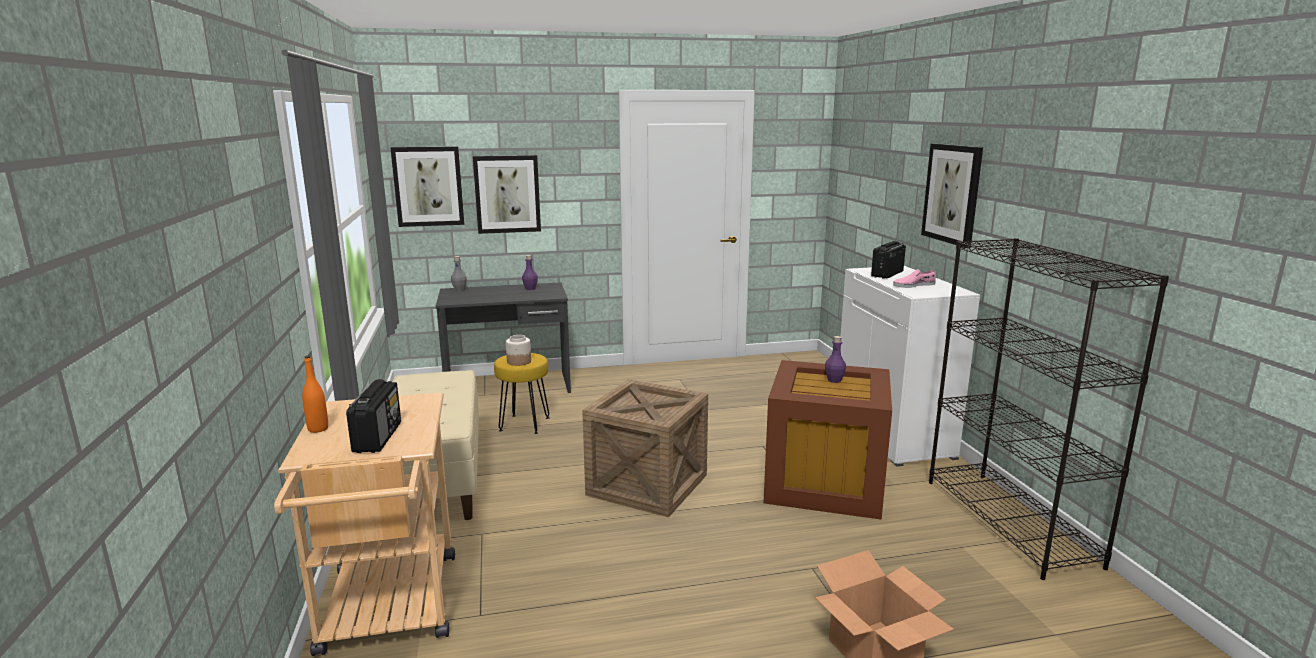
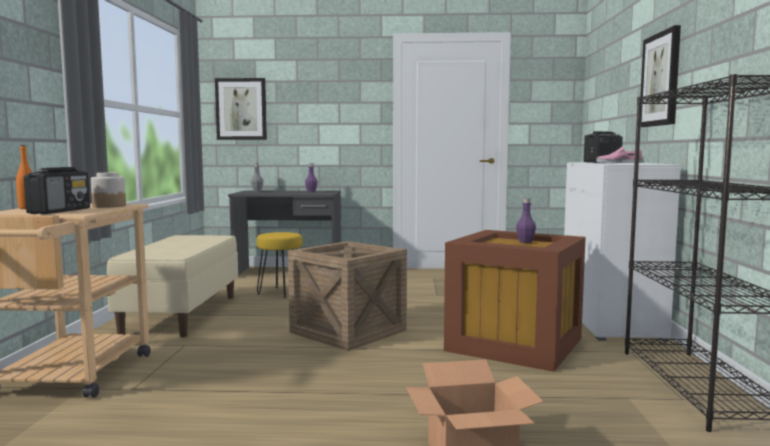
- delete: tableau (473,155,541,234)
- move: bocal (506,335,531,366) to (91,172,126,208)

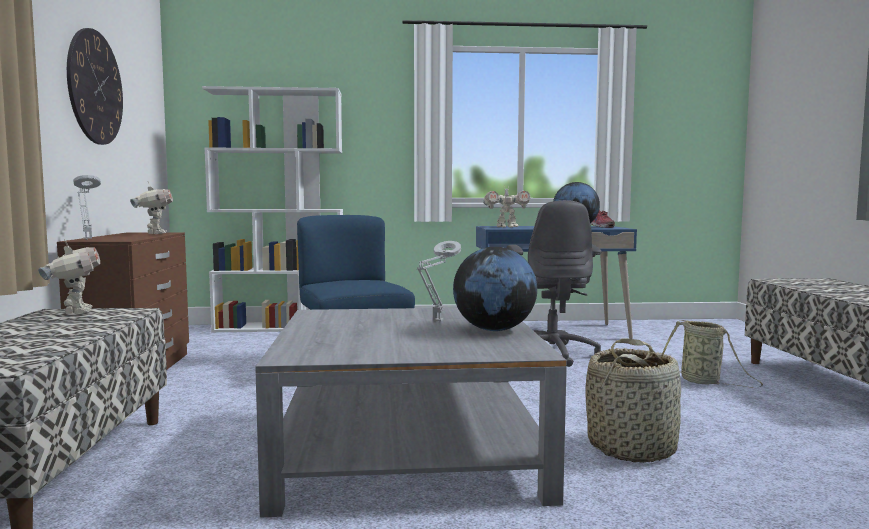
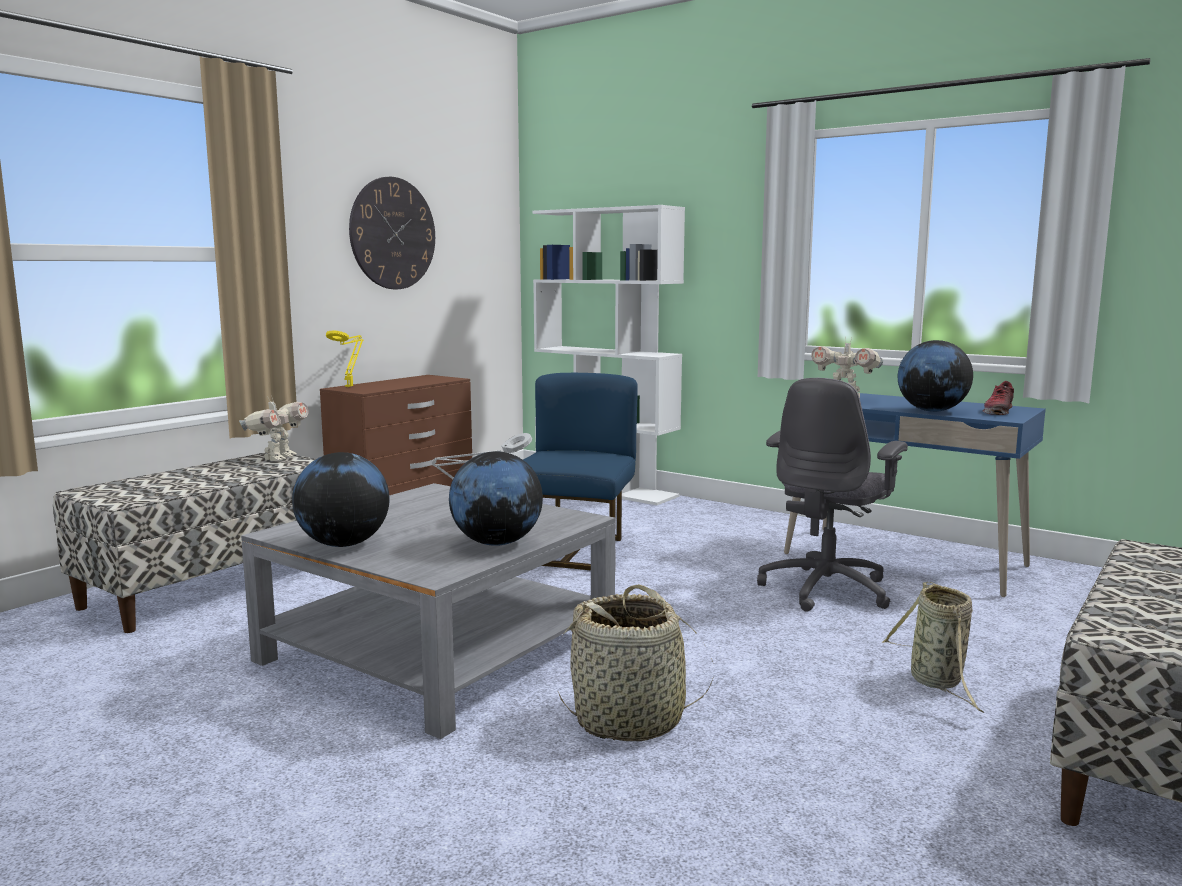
- delete: robot jouet (130,181,173,234)
- insert: globe (292,452,389,547)
- recolor: lampe de table/gris (73,175,101,240) to lampe de table/jaune (326,330,364,387)

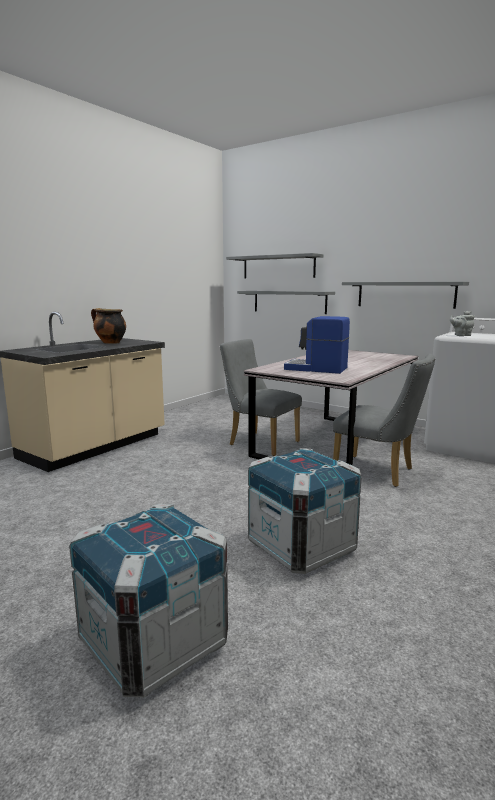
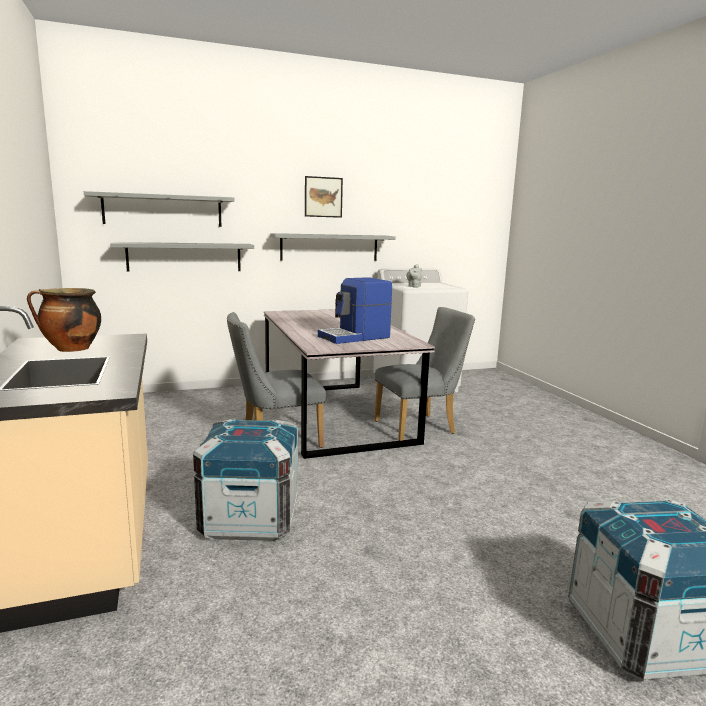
- insert: tableau (305,176,343,218)
- move: caisse (248,448,361,574) to (193,419,298,541)

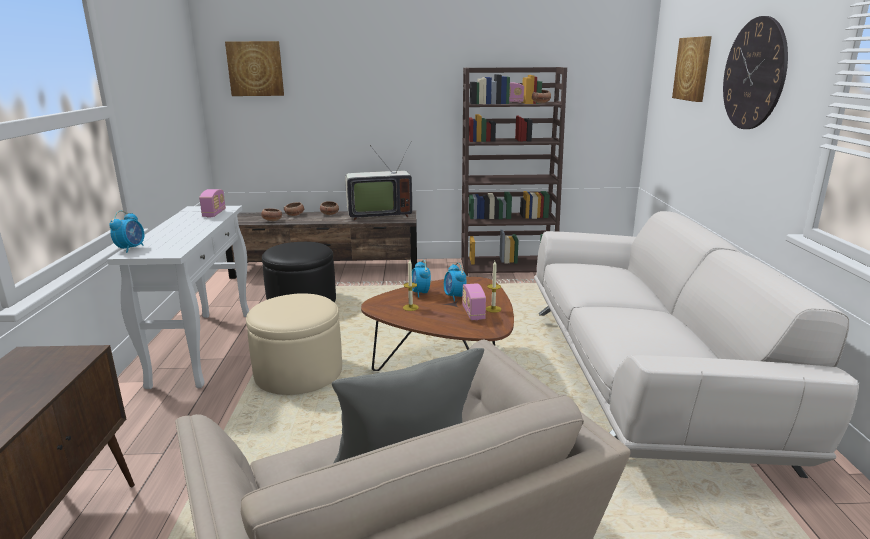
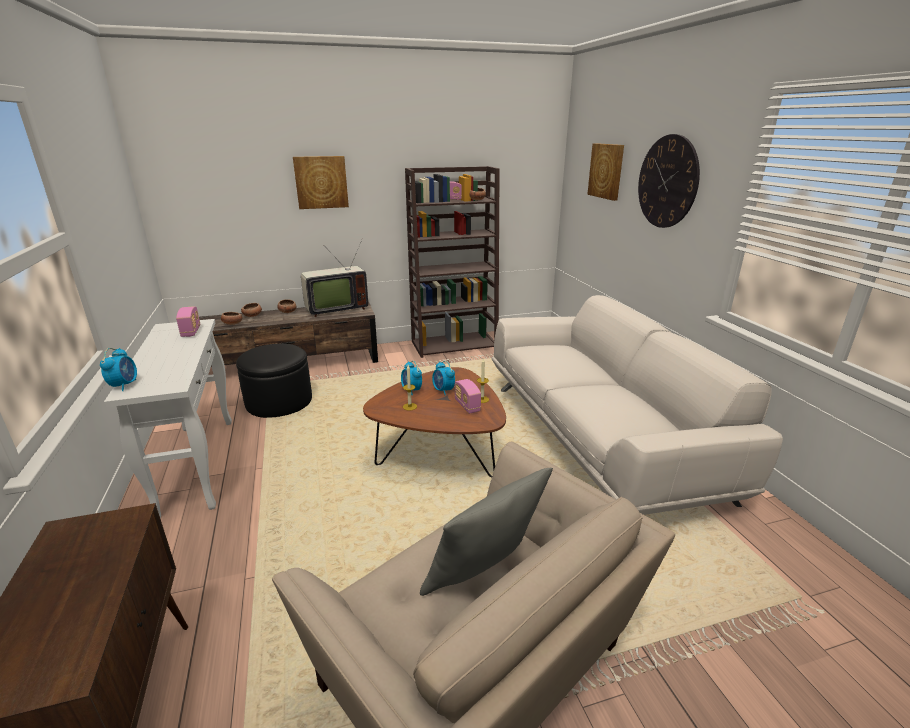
- delete: pouf/beige (246,293,342,395)
- move: tableau (225,41,284,96) to (293,156,349,209)

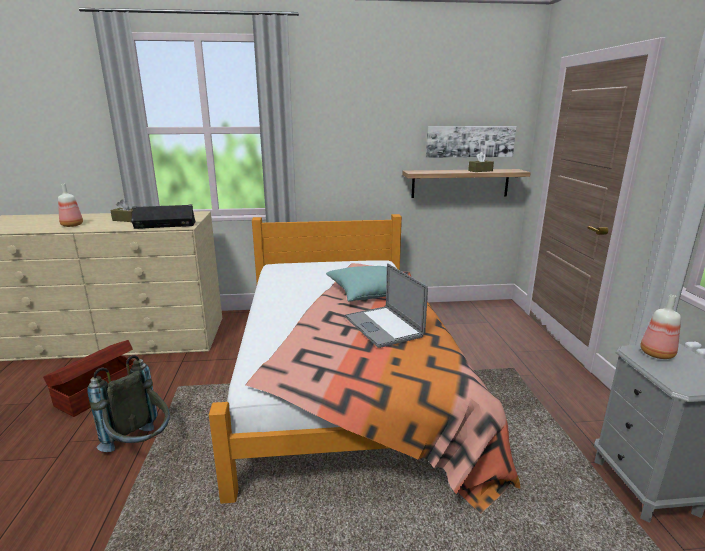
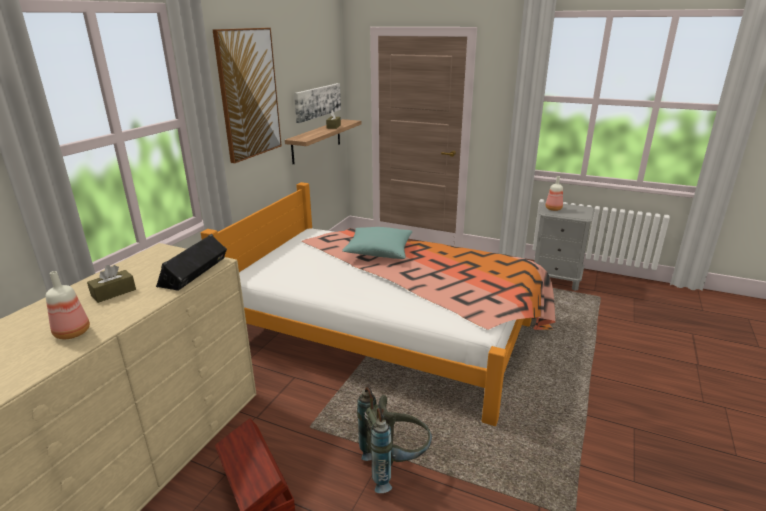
- delete: ordinateur portable (345,263,428,348)
- insert: tableau (213,28,282,164)

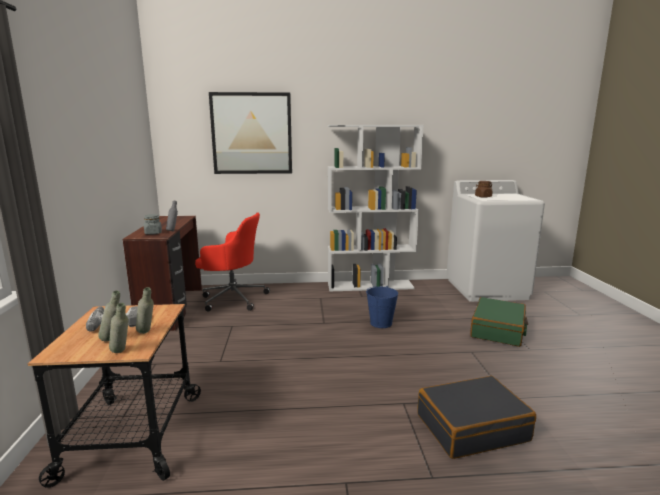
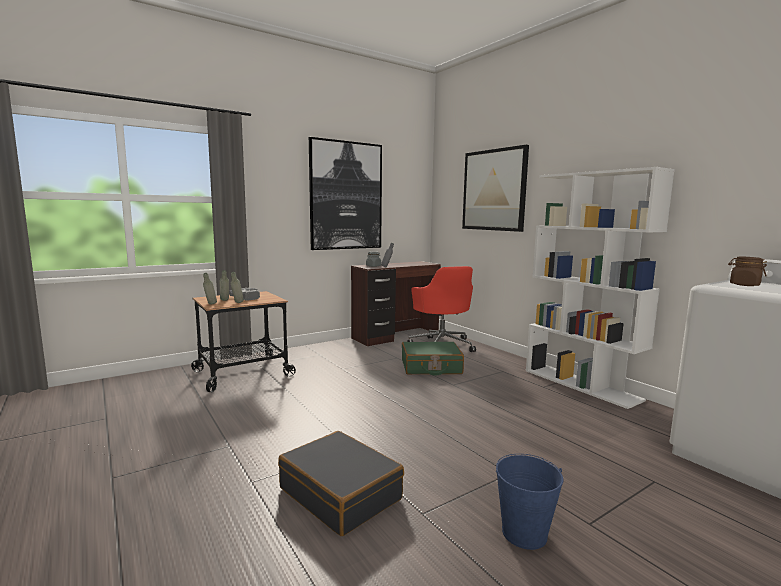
- insert: tableau (309,137,382,250)
- move: seau/bleu (366,286,398,328) to (496,454,564,550)
- move: valise/vert (470,297,528,347) to (402,342,464,375)

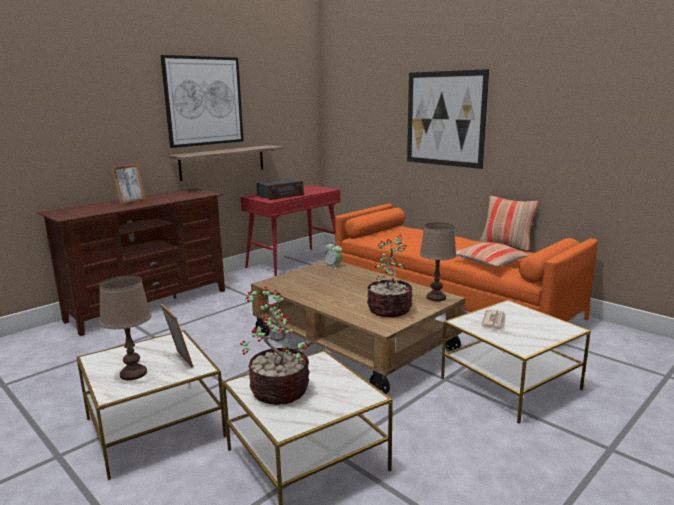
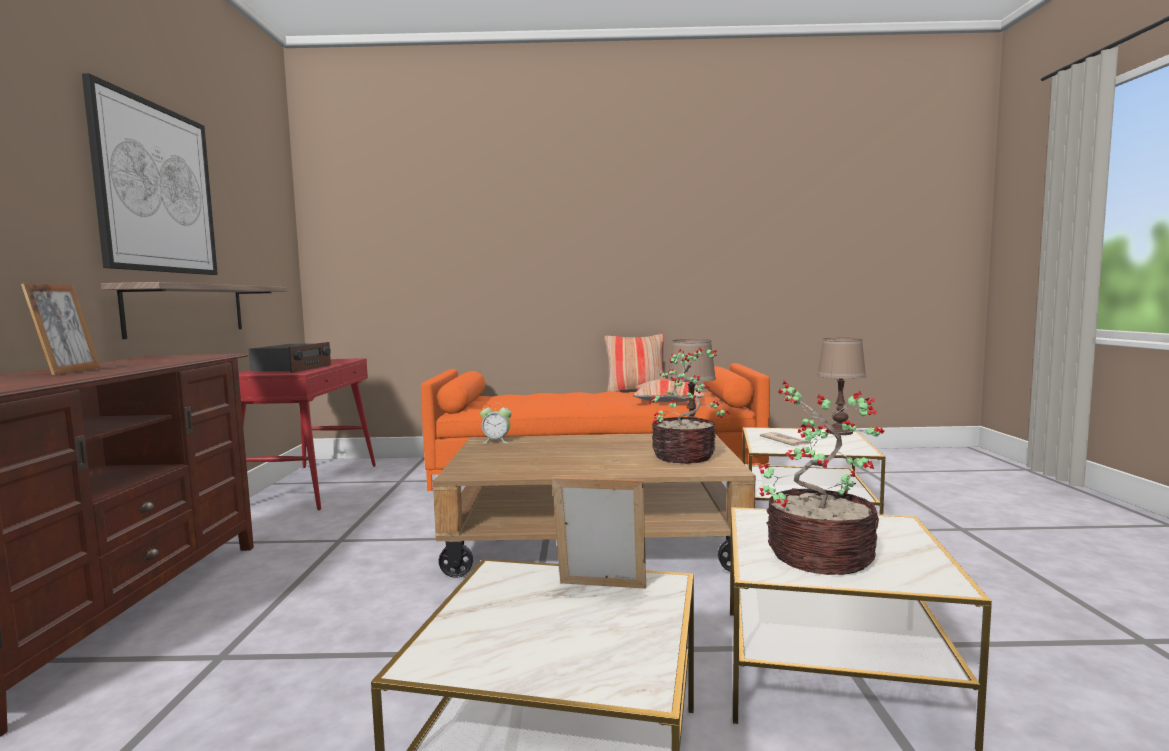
- delete: tableau (407,69,489,169)
- move: lampe de table/marron (99,275,151,380) to (817,338,866,435)

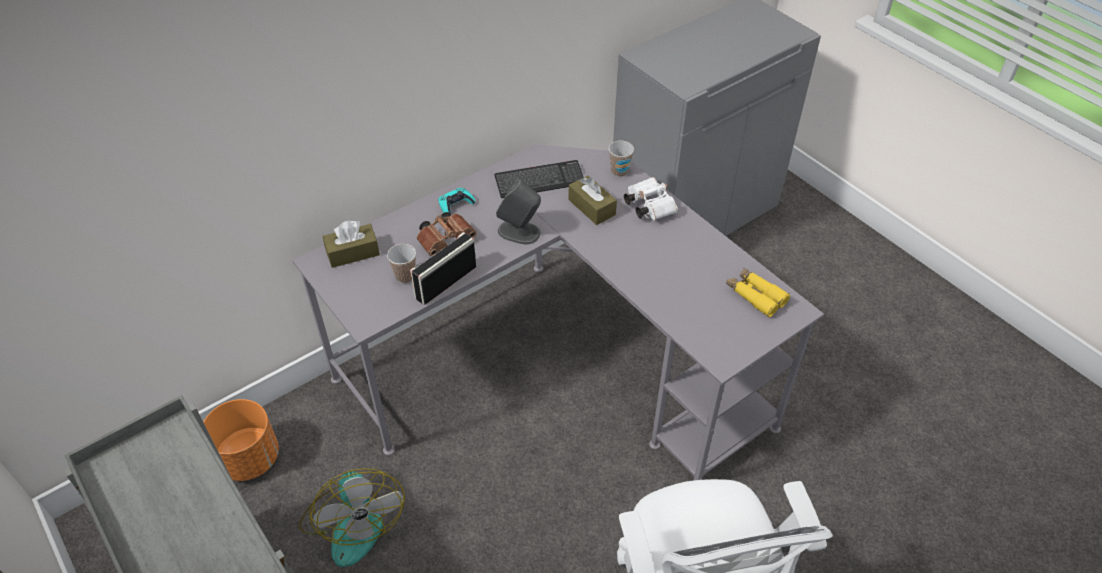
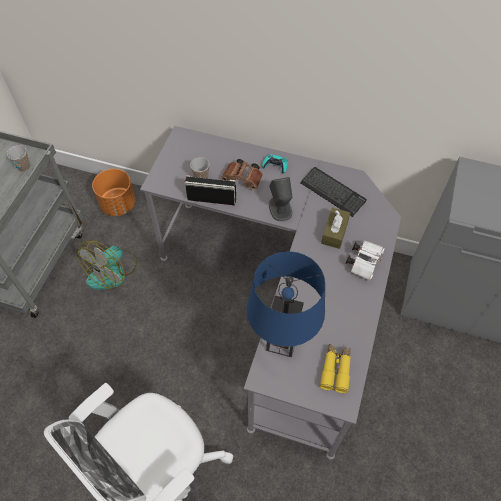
- delete: boîte à mouchoirs/marron (323,221,380,268)
- insert: lampe de table/bleu (247,251,325,357)
- move: tasse (608,141,634,177) to (7,145,30,172)

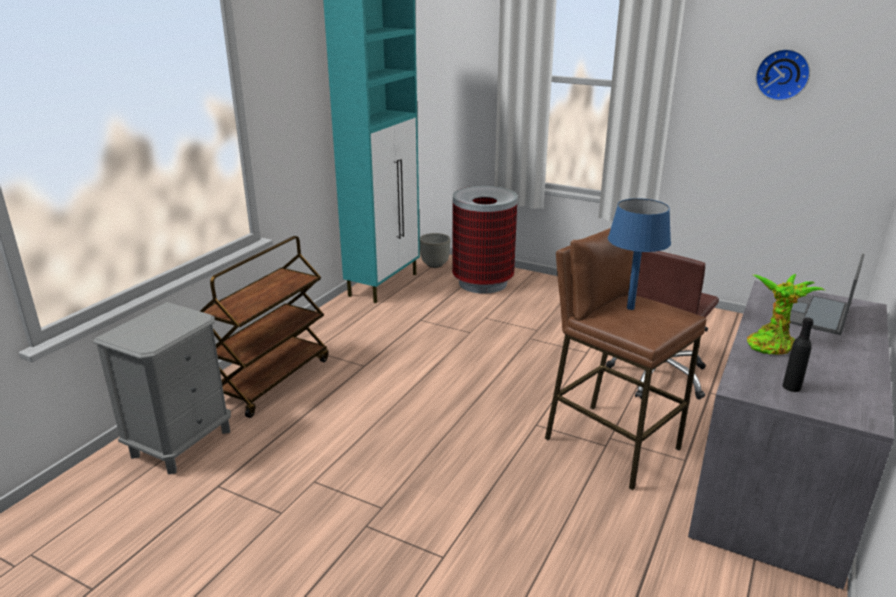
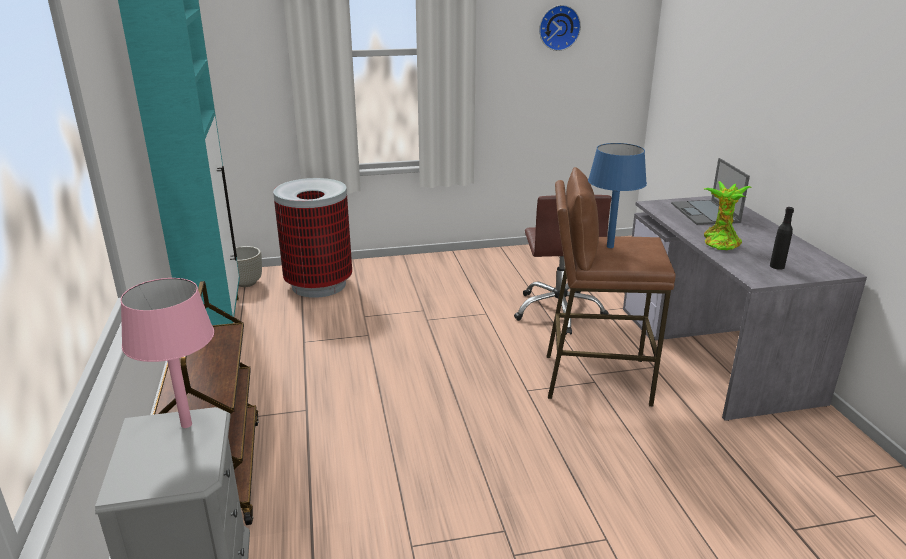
- insert: lampe de table/rose (120,278,214,428)

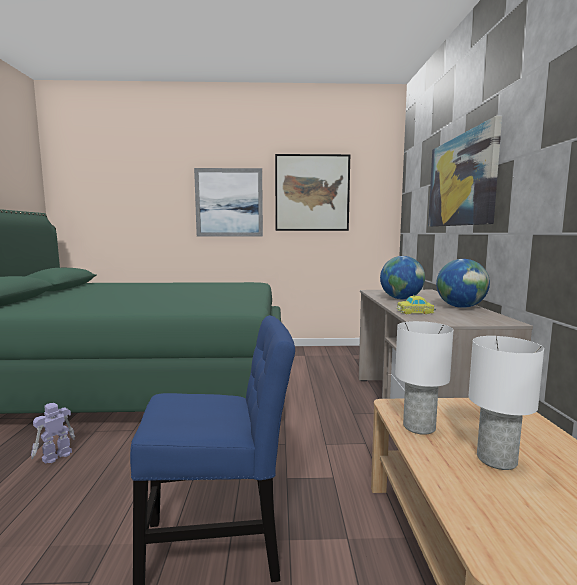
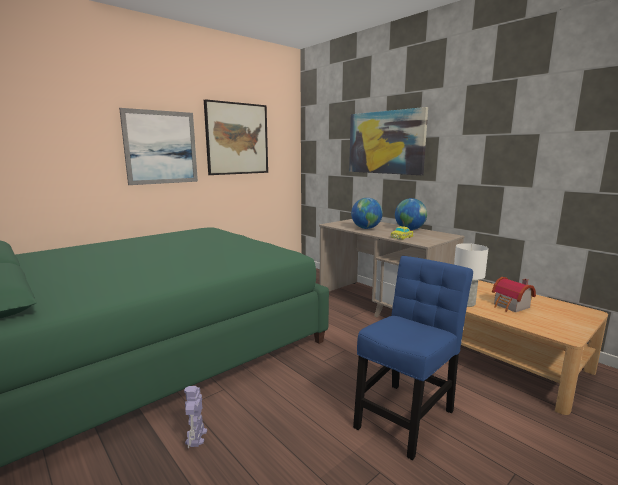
- replace: lampe de table/blanc (468,336,544,470) to maison miniature (492,277,536,312)

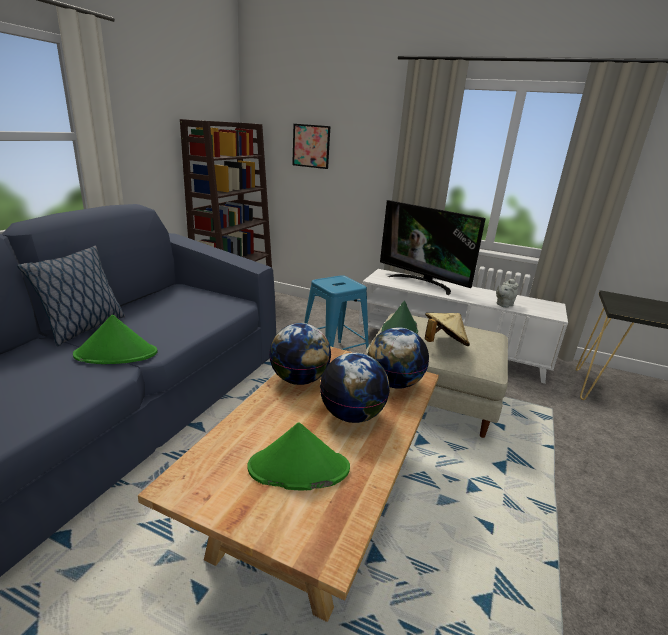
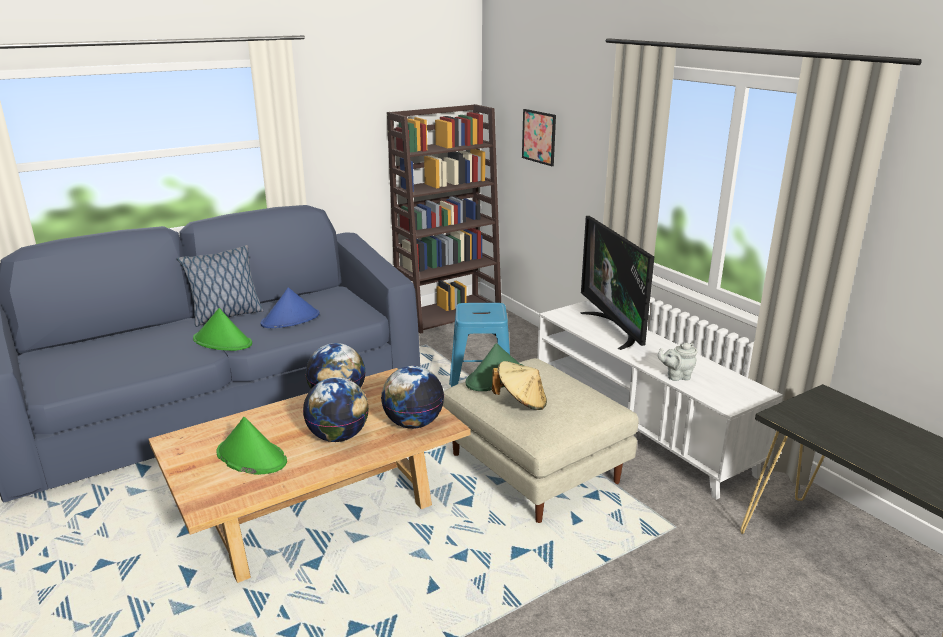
- insert: chapeau/bleu (261,288,320,328)

